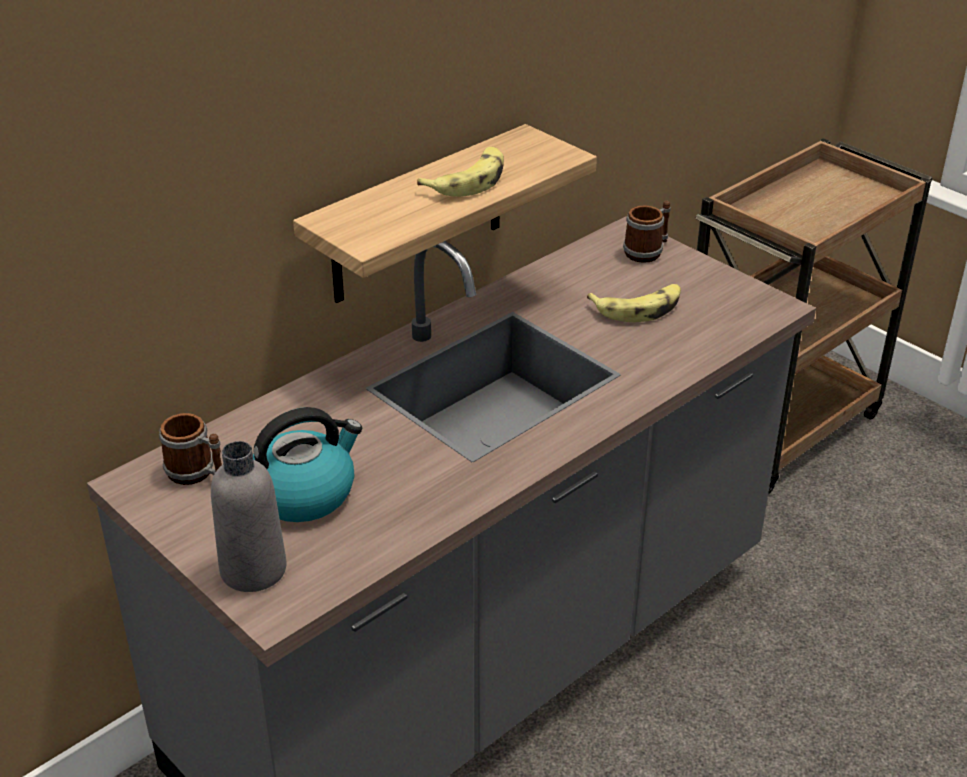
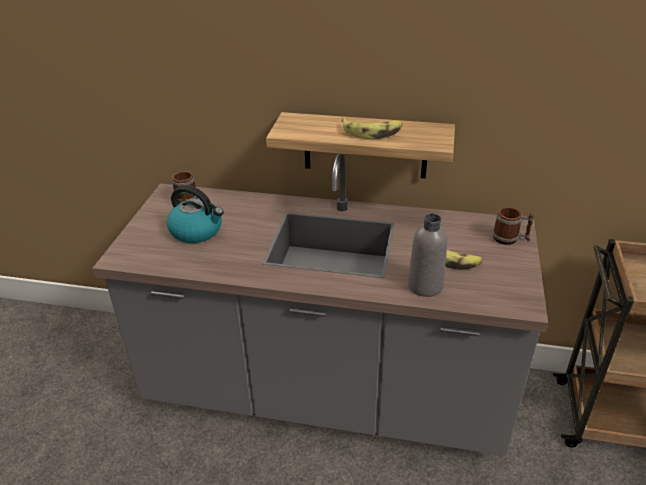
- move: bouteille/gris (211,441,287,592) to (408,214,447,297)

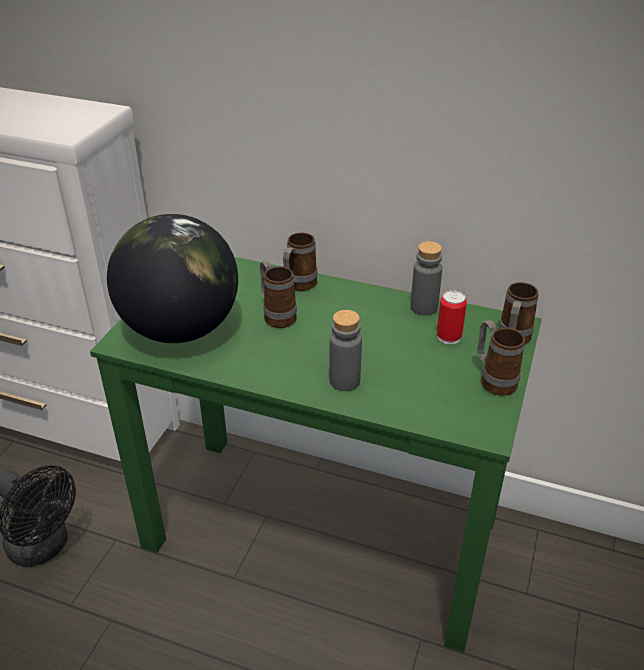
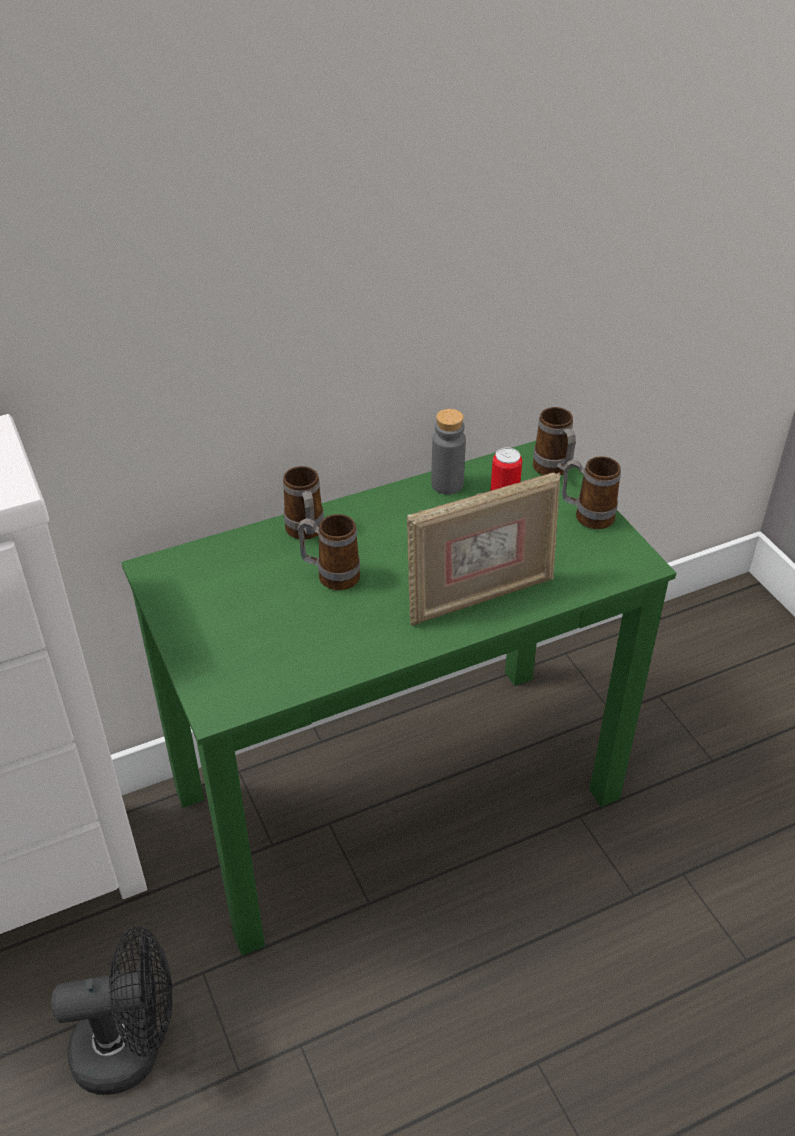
- delete: globe (107,214,238,343)
- replace: bouteille/gris (329,310,362,391) to cadre photo (407,472,560,626)

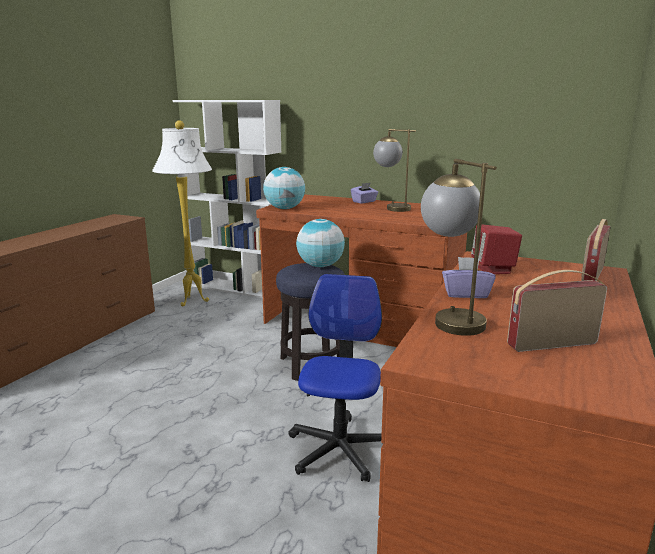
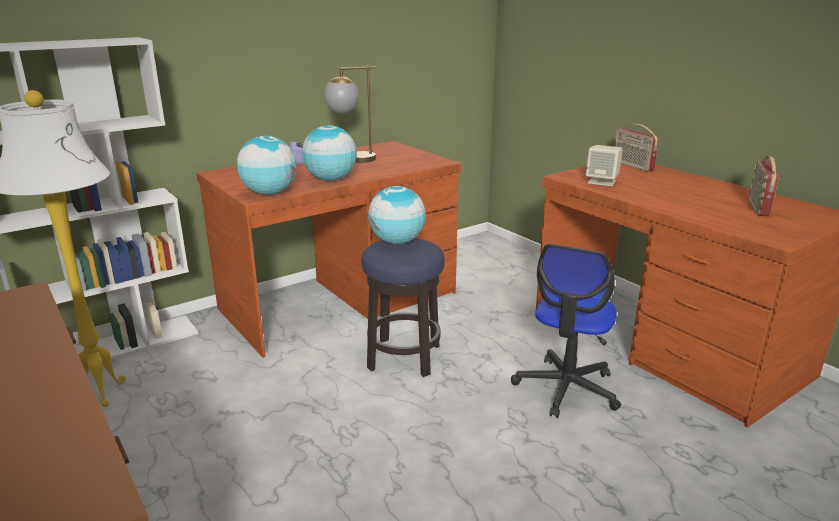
- delete: lampe de table (421,159,497,336)
- delete: boîte à mouchoirs/violet (442,257,496,298)
- insert: globe (302,125,357,181)
- recolor: enceinte/rouge (471,225,522,274) to enceinte/beige (586,145,623,186)
- rotate: chaise de bureau (288,274,382,482) = (511,244,621,418) 105 degrees counterclockwise

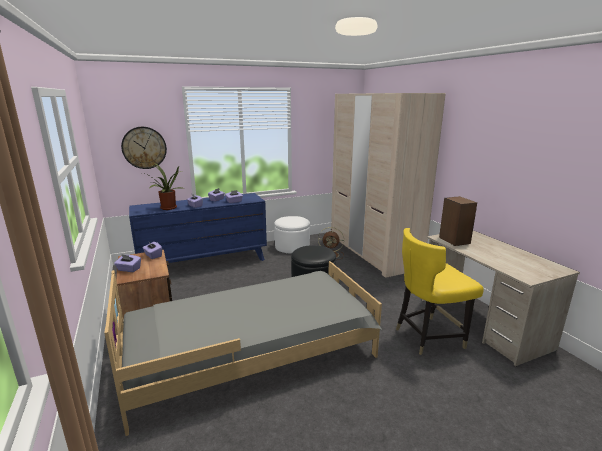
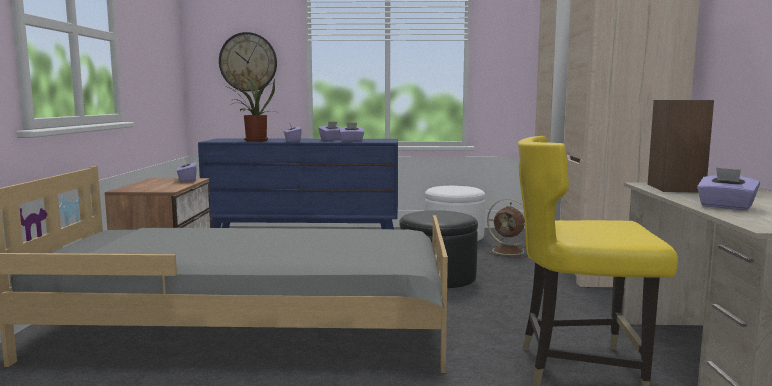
- move: boîte à mouchoirs/violet (114,254,141,272) to (697,167,760,210)

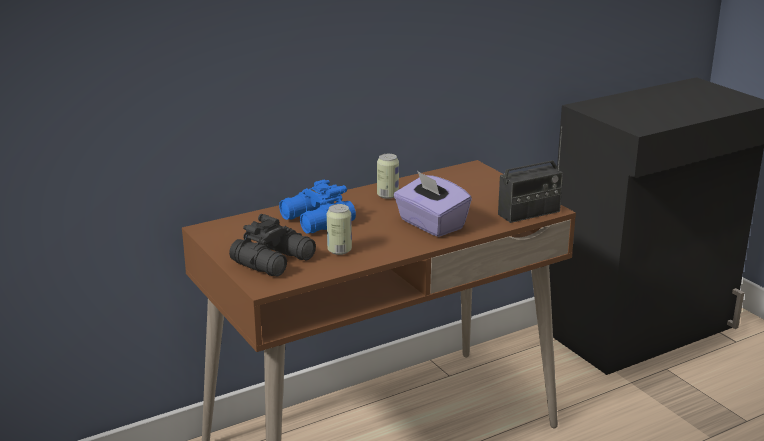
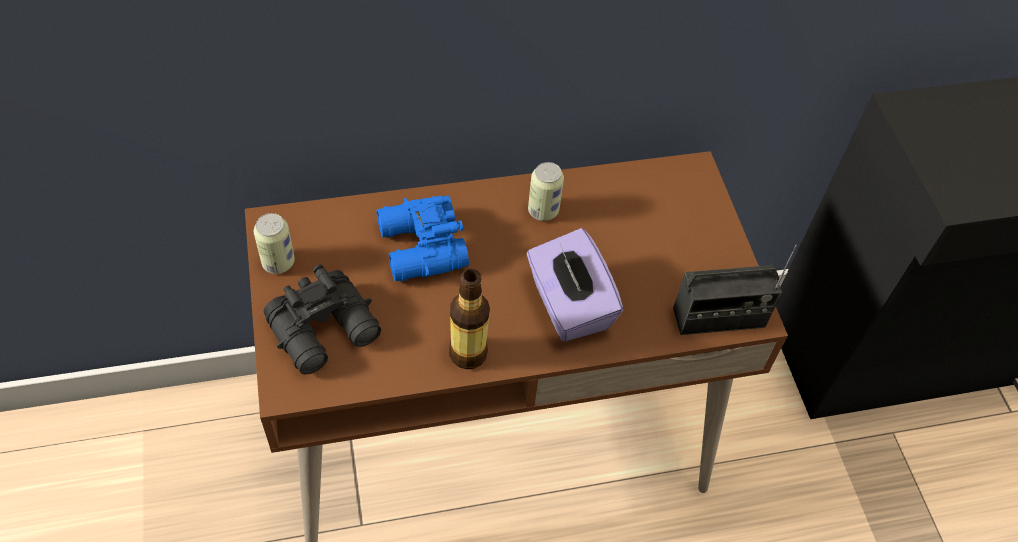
- insert: bouteille (449,269,490,369)
- move: boîte métallique (327,204,352,255) to (254,213,295,274)

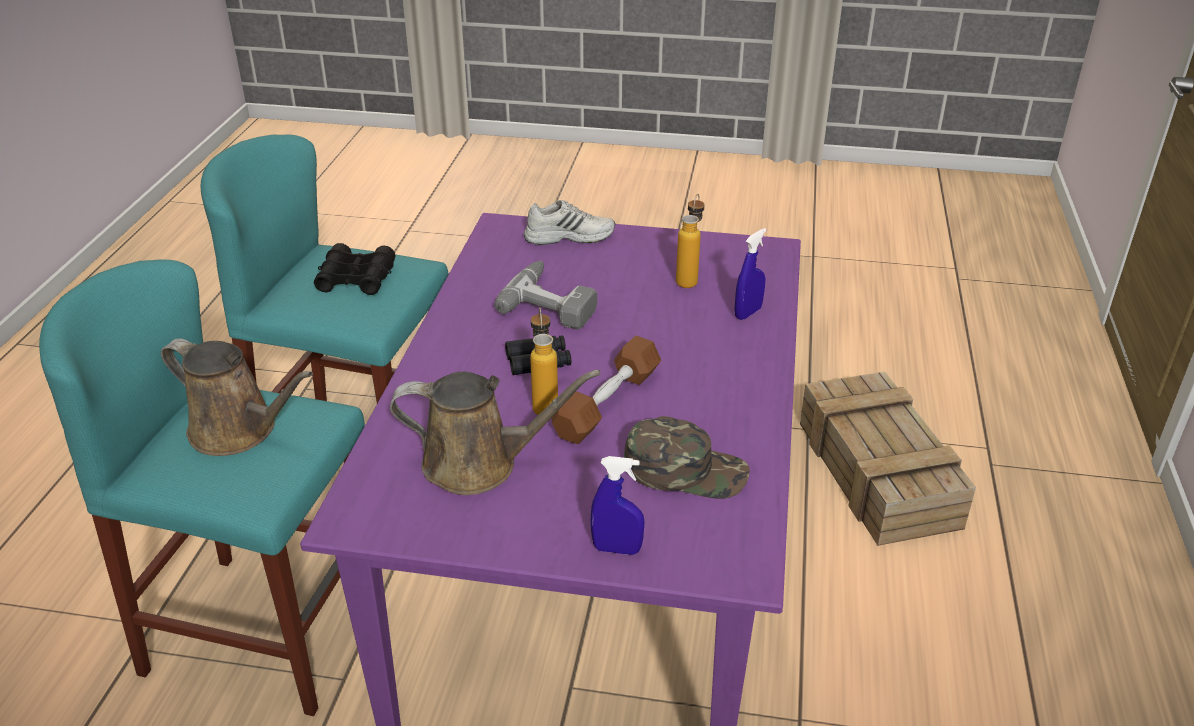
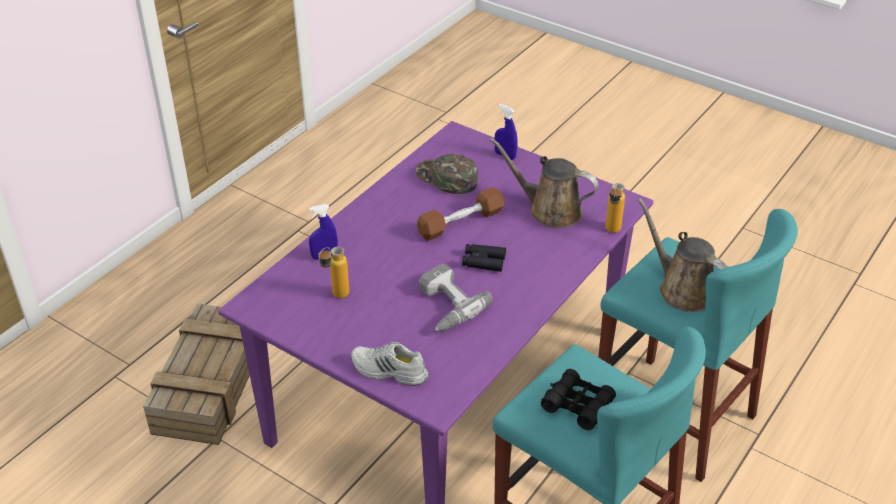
- move: bouteille (530,307,558,415) to (605,183,625,233)

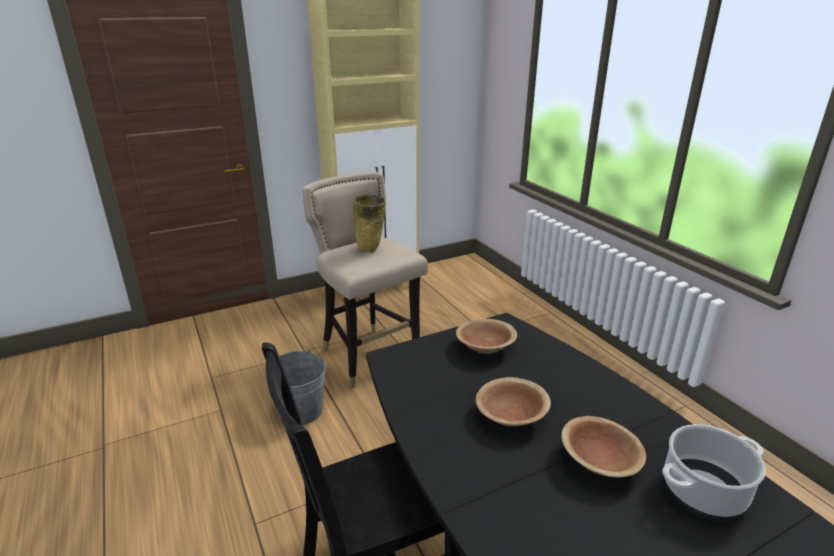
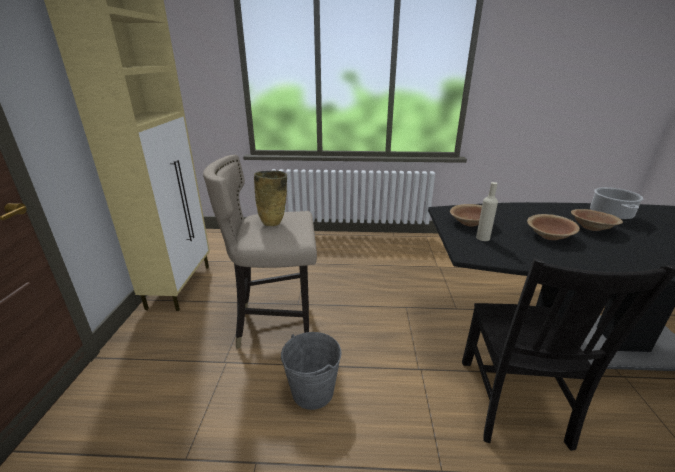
- insert: bouteille/beige (476,182,498,241)

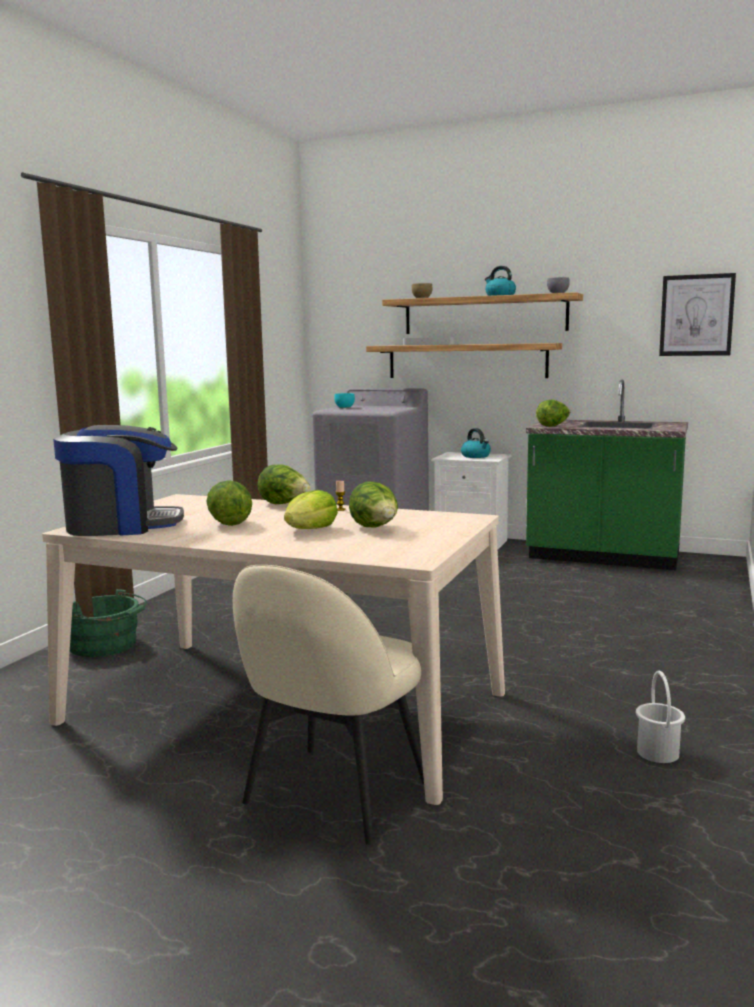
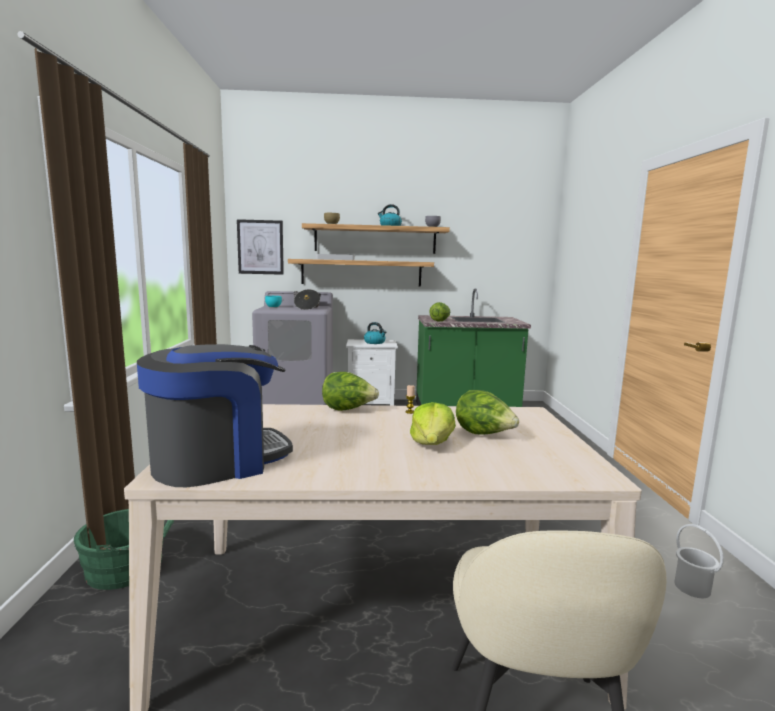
- delete: laitue (207,480,252,526)
- insert: marmite (294,289,321,310)
- move: tableau (659,273,736,356) to (237,219,284,275)

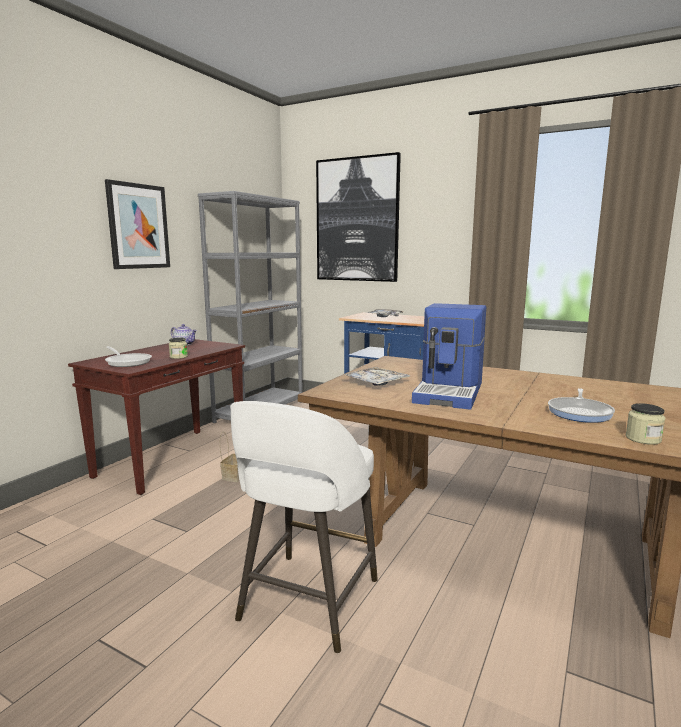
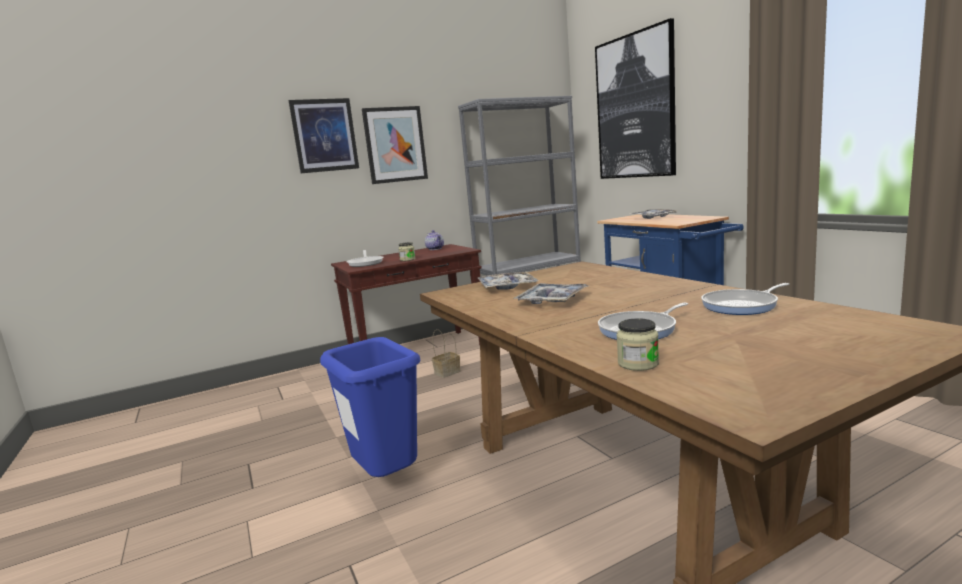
- insert: tableau (289,98,359,173)
- insert: poêle (701,283,789,315)
- replace: tabouret/blanc (230,401,378,653) to poubelle/bleu (320,337,420,477)
- replace: machine à café (412,303,486,410) to plateau (514,283,589,304)

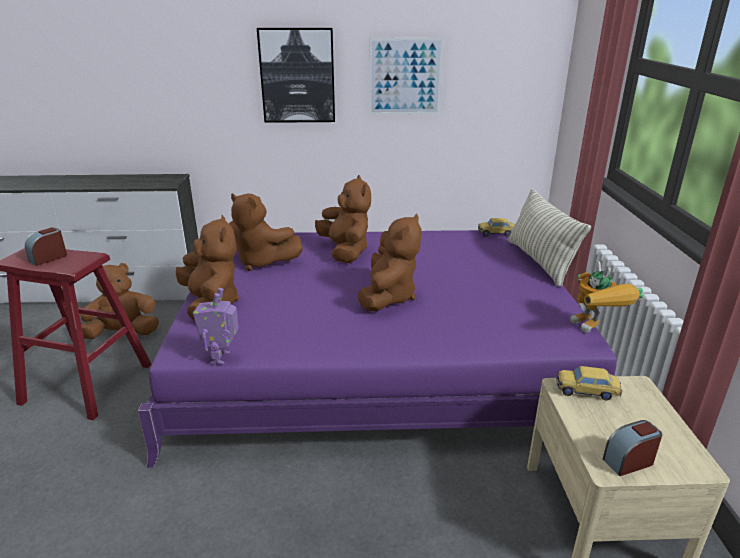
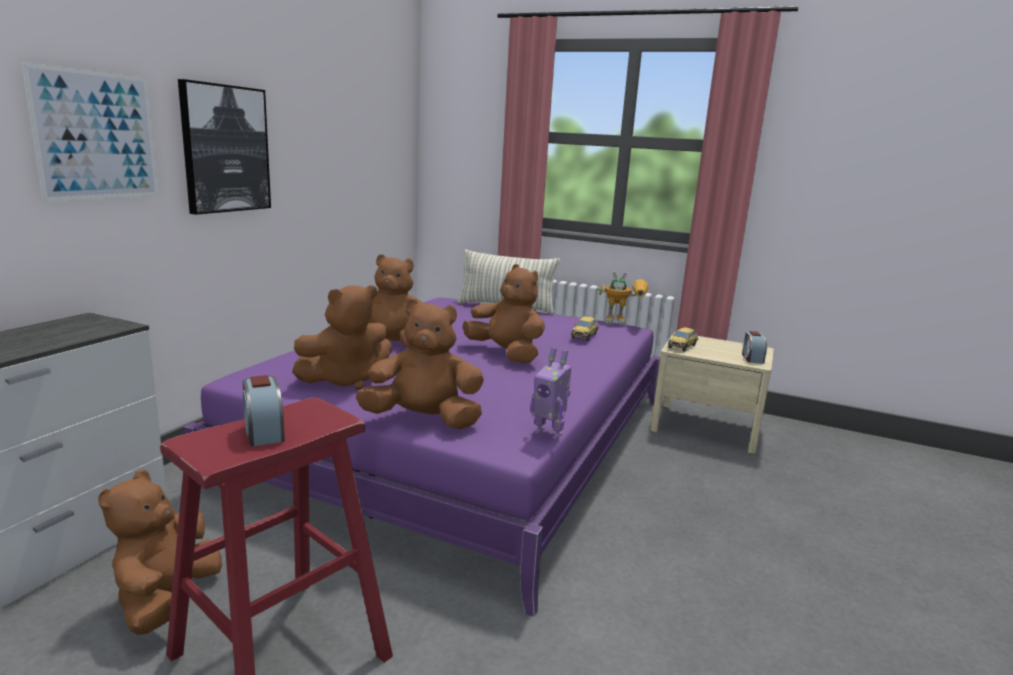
- move: tableau (369,38,444,115) to (21,62,159,202)
- move: petite voiture (478,218,515,237) to (571,316,599,341)

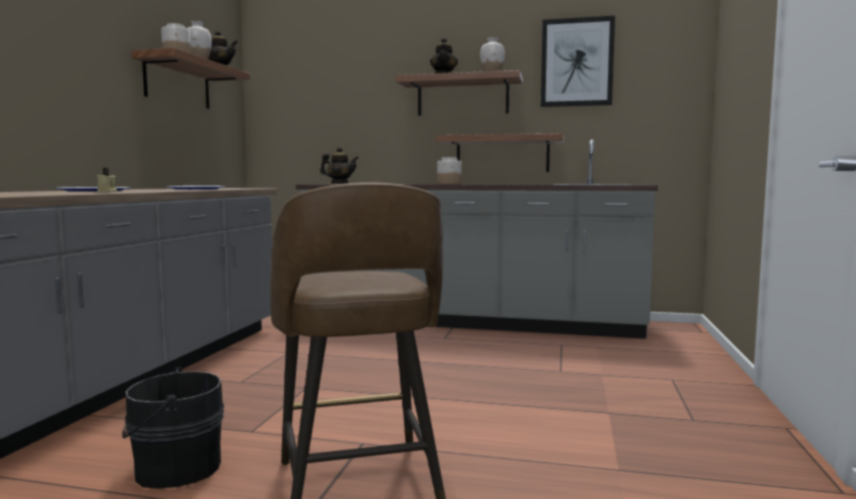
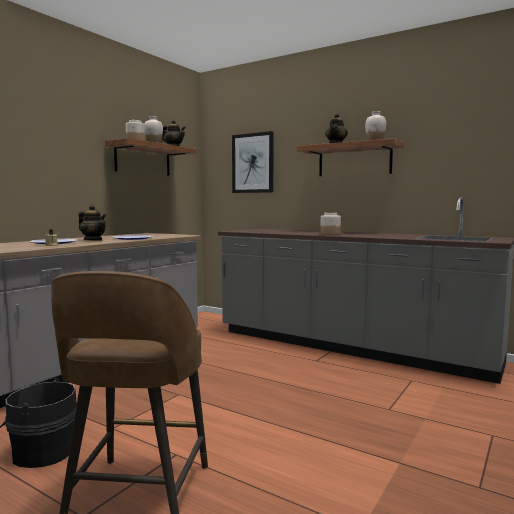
- delete: étagère (437,133,564,172)
- move: théière (320,147,359,184) to (79,205,106,241)
- move: tableau (541,16,615,107) to (232,131,274,193)

